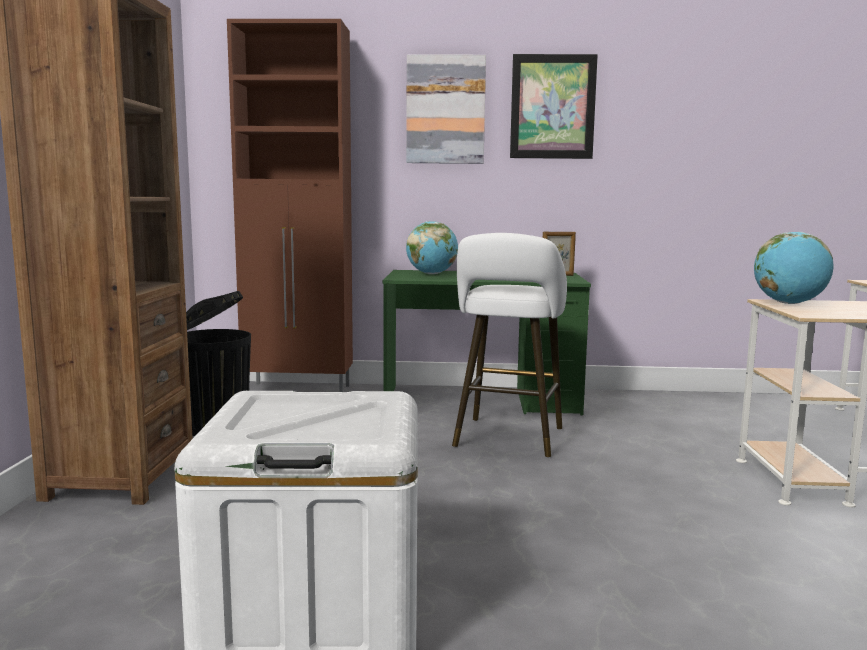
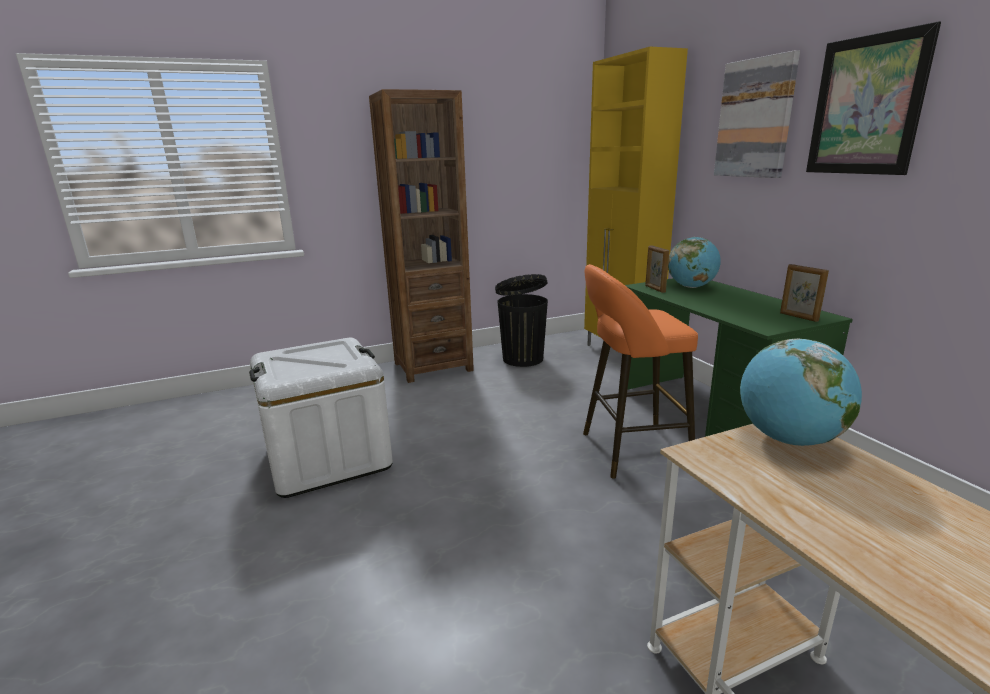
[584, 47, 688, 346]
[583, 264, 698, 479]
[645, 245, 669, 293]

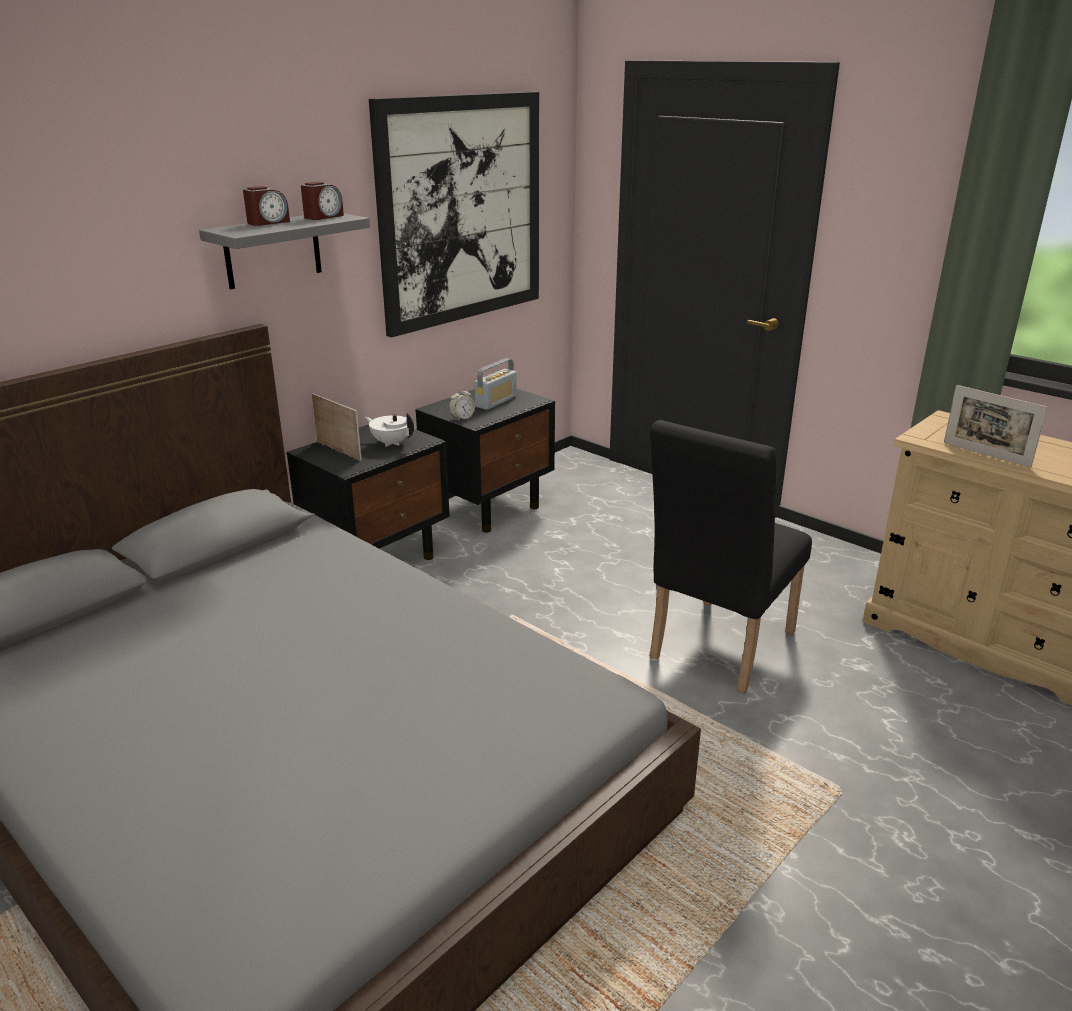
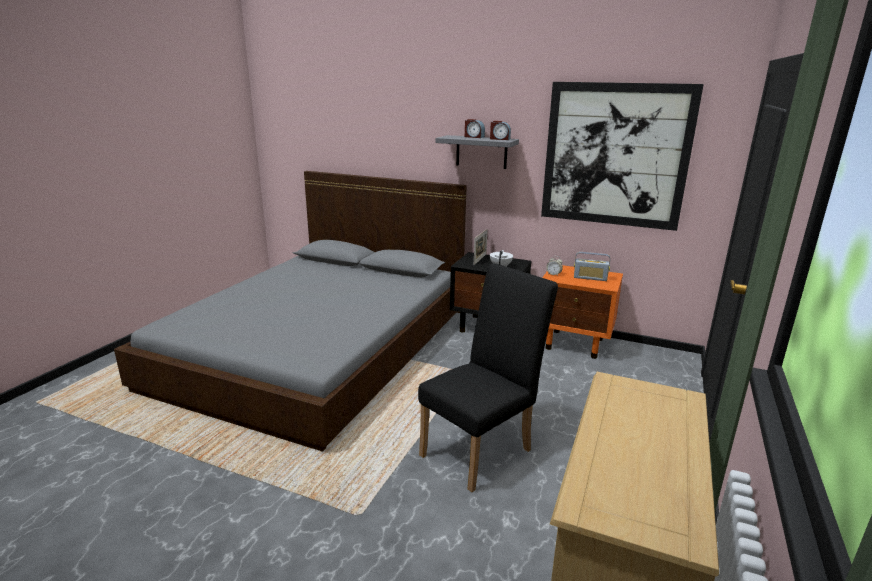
[542, 265, 623, 359]
[418, 263, 558, 492]
[944, 385, 1048, 468] (first image)

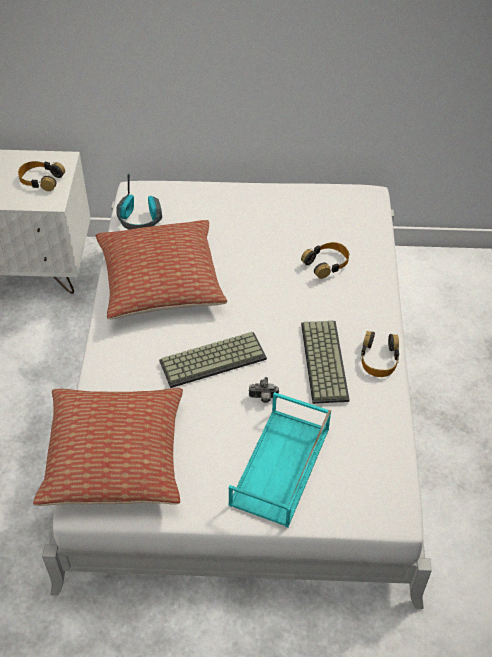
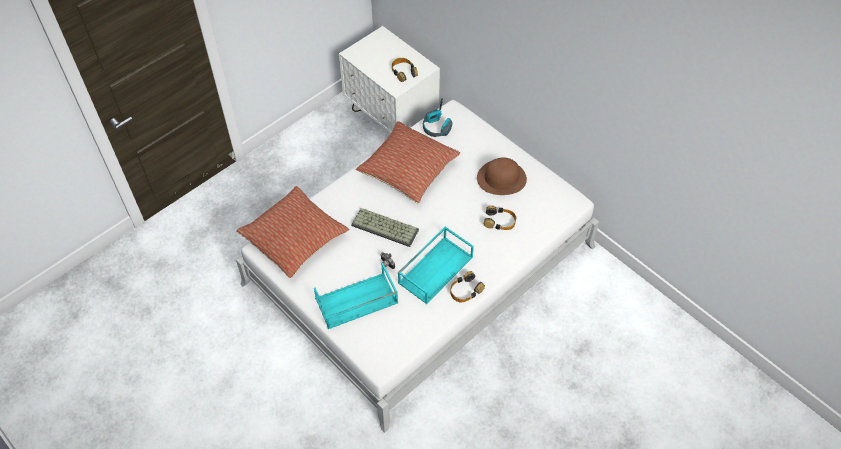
[398, 226, 474, 304]
[477, 158, 527, 195]

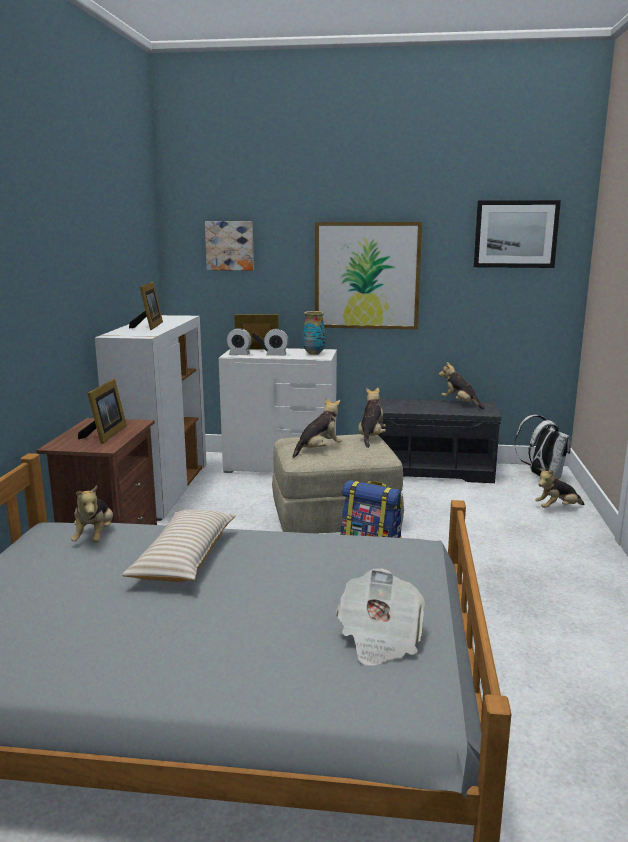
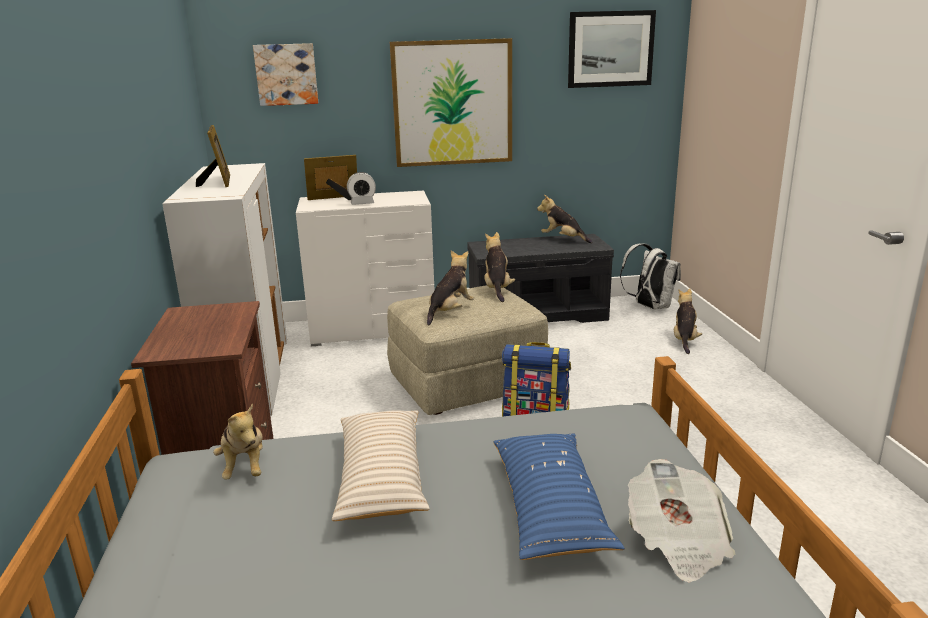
[78, 379, 127, 444] (first image)
[227, 328, 252, 355] (first image)
[302, 311, 326, 355] (first image)
[674, 288, 702, 354]
[493, 434, 625, 560]

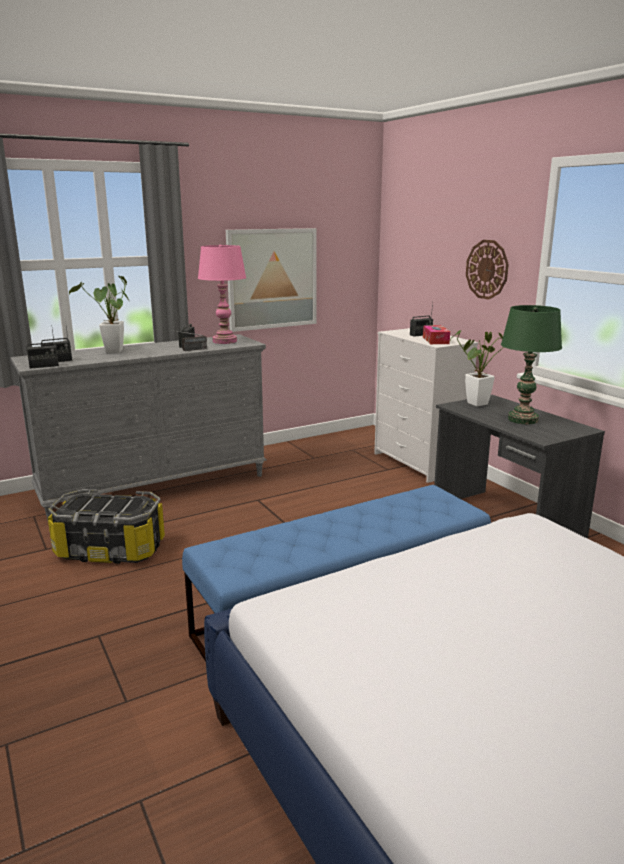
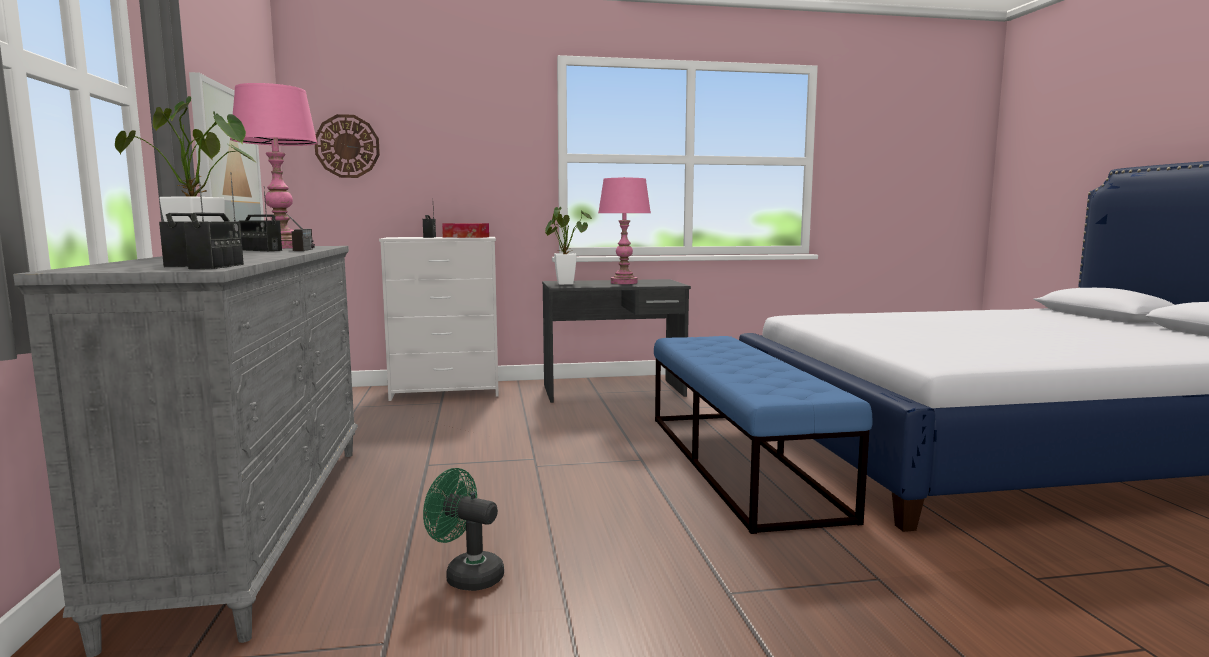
[423, 468, 504, 591]
[315, 114, 380, 178]
[598, 177, 651, 284]

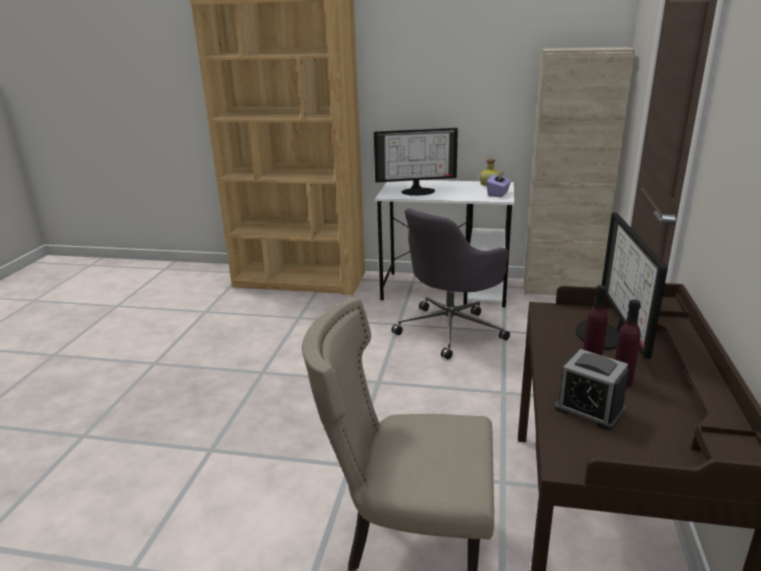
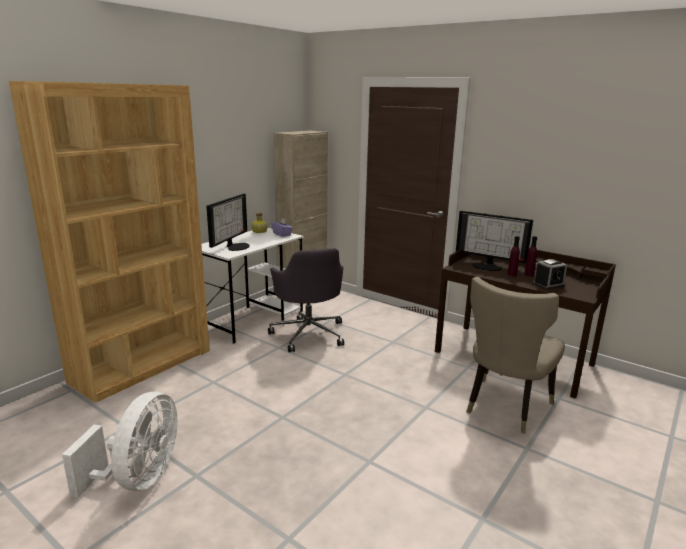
[62, 392, 177, 498]

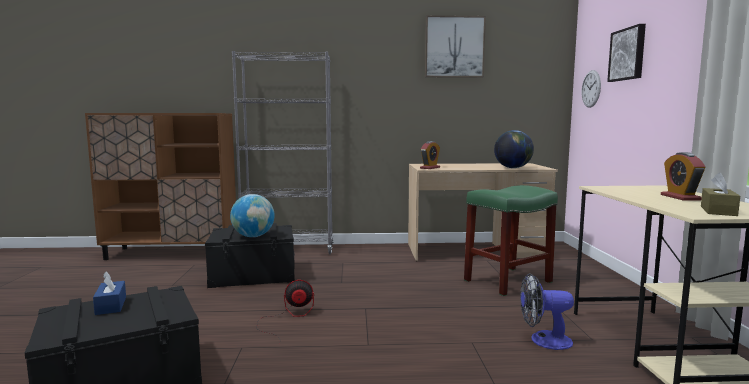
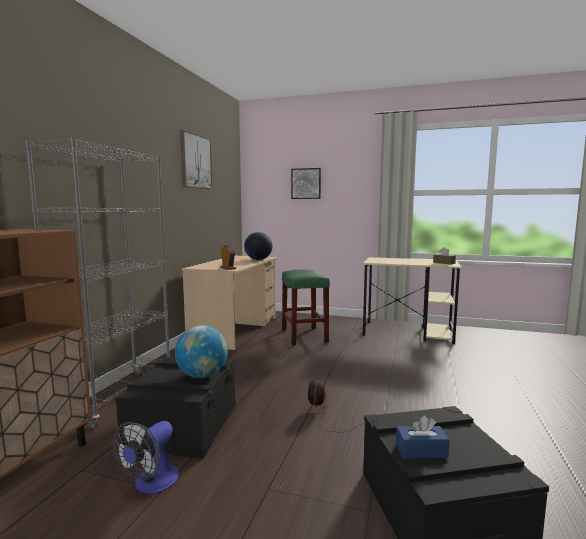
[113, 421, 179, 494]
[582, 70, 601, 108] (first image)
[661, 152, 706, 201] (first image)

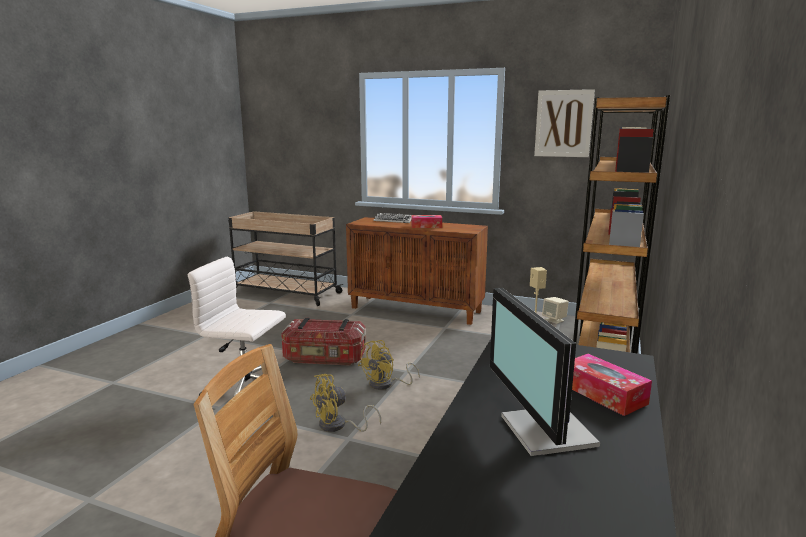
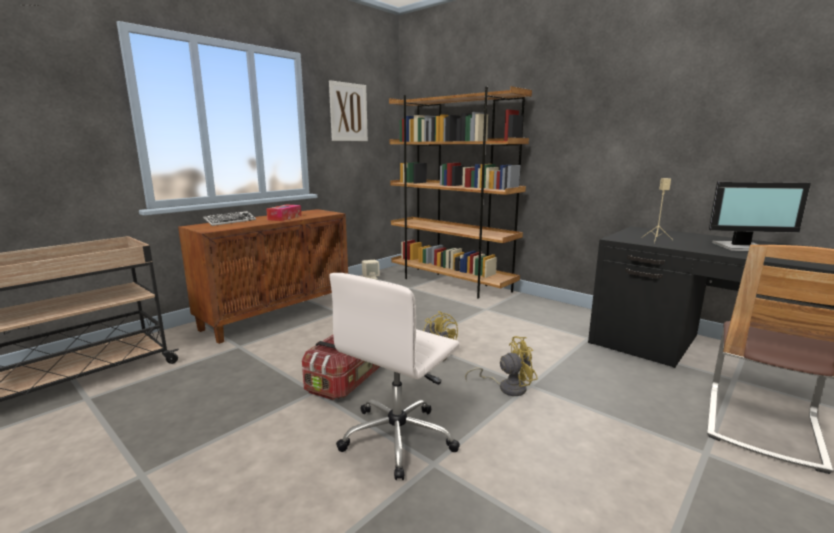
[465, 336, 538, 396]
[572, 354, 652, 416] (first image)

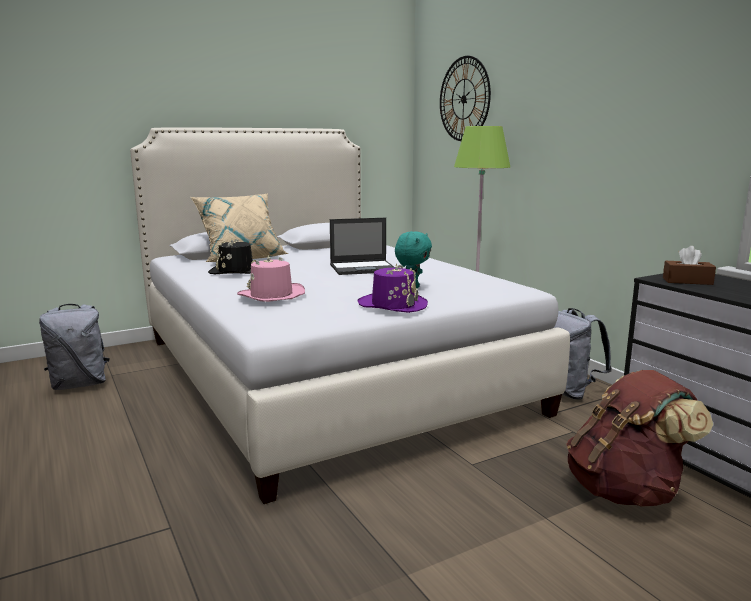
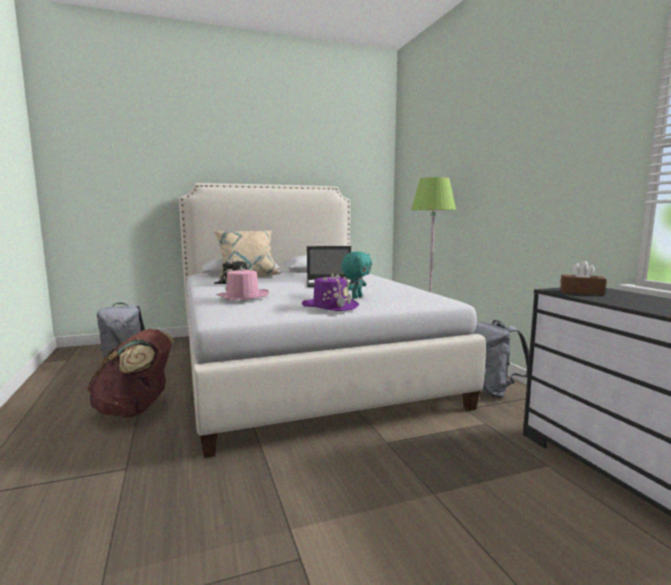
[440, 56, 491, 141] (first image)
[87, 329, 174, 417]

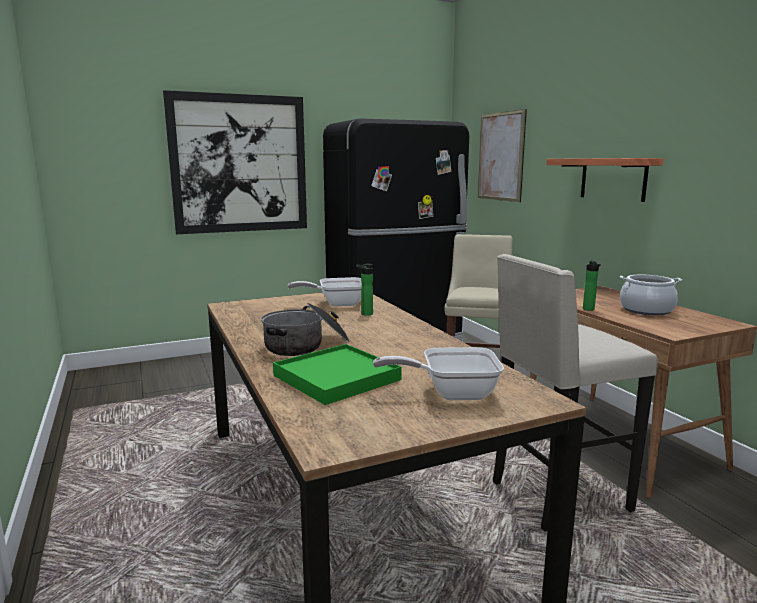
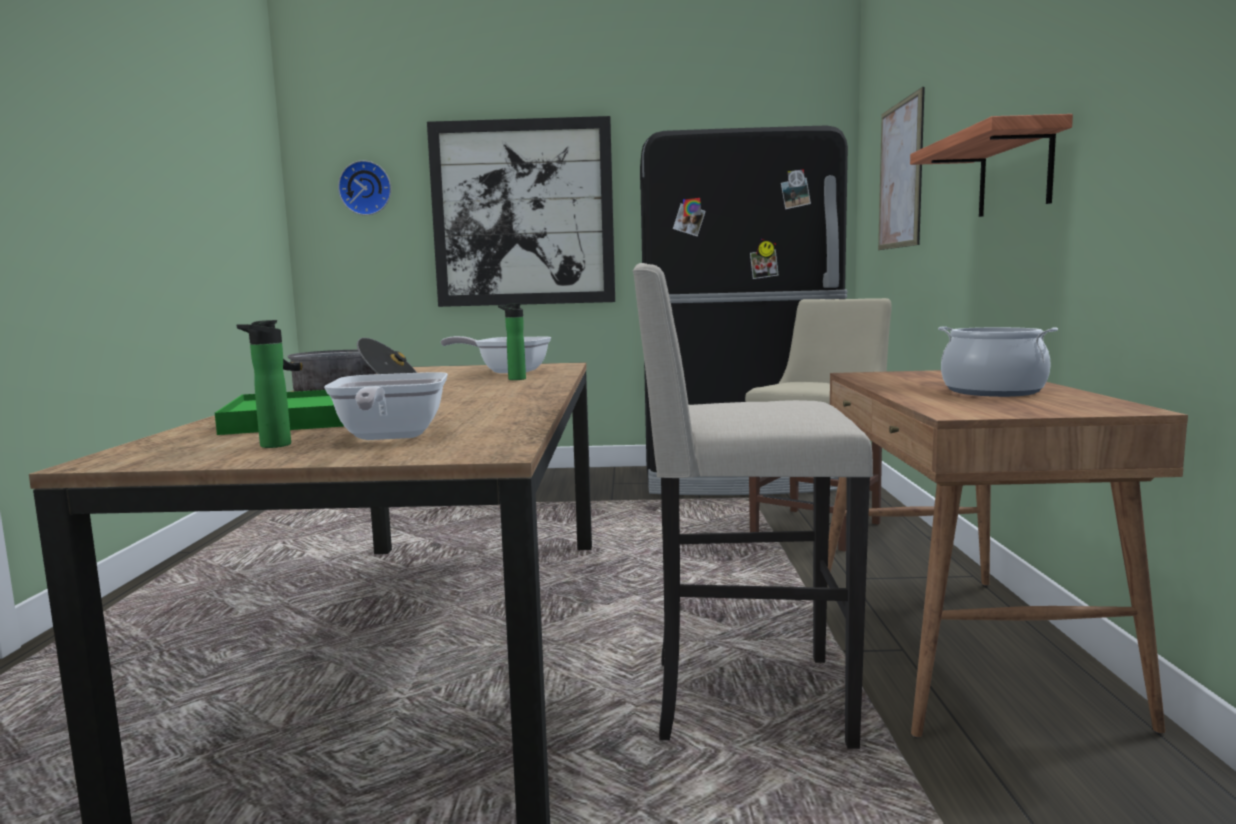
[324, 372, 448, 440]
[237, 320, 291, 448]
[338, 160, 391, 215]

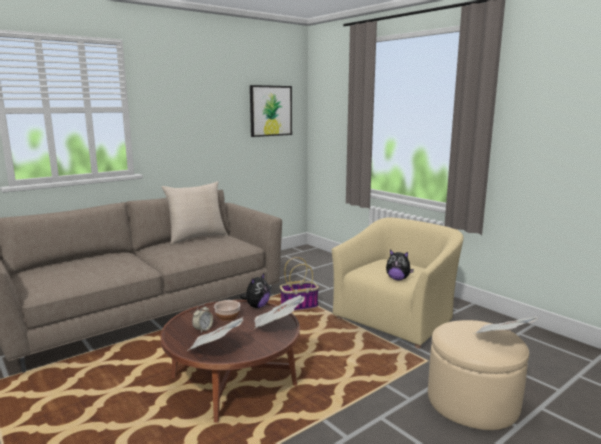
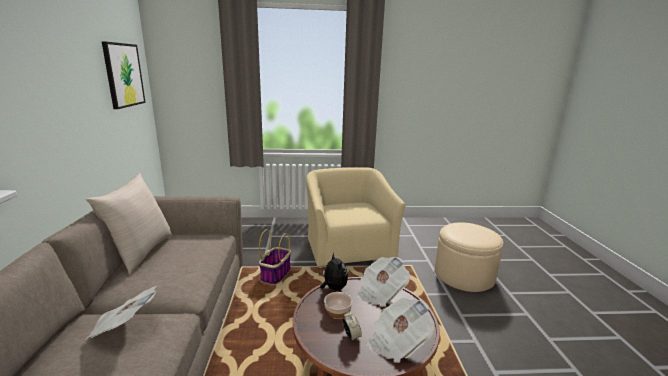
[386, 250, 414, 280] (first image)
[85, 286, 157, 340]

